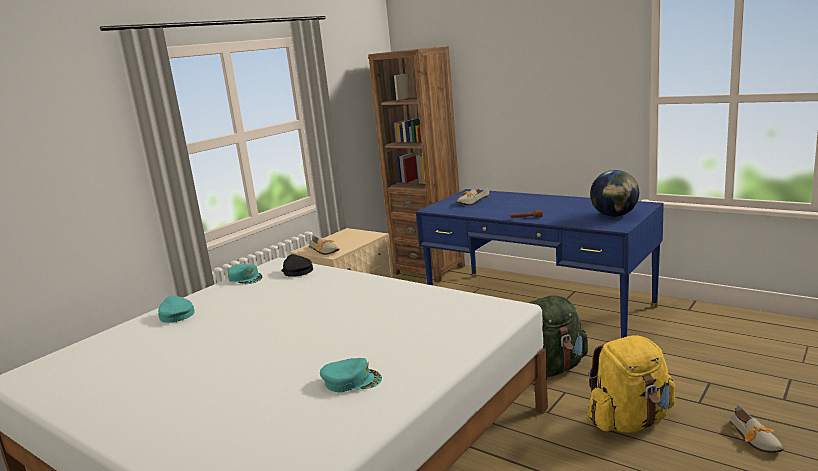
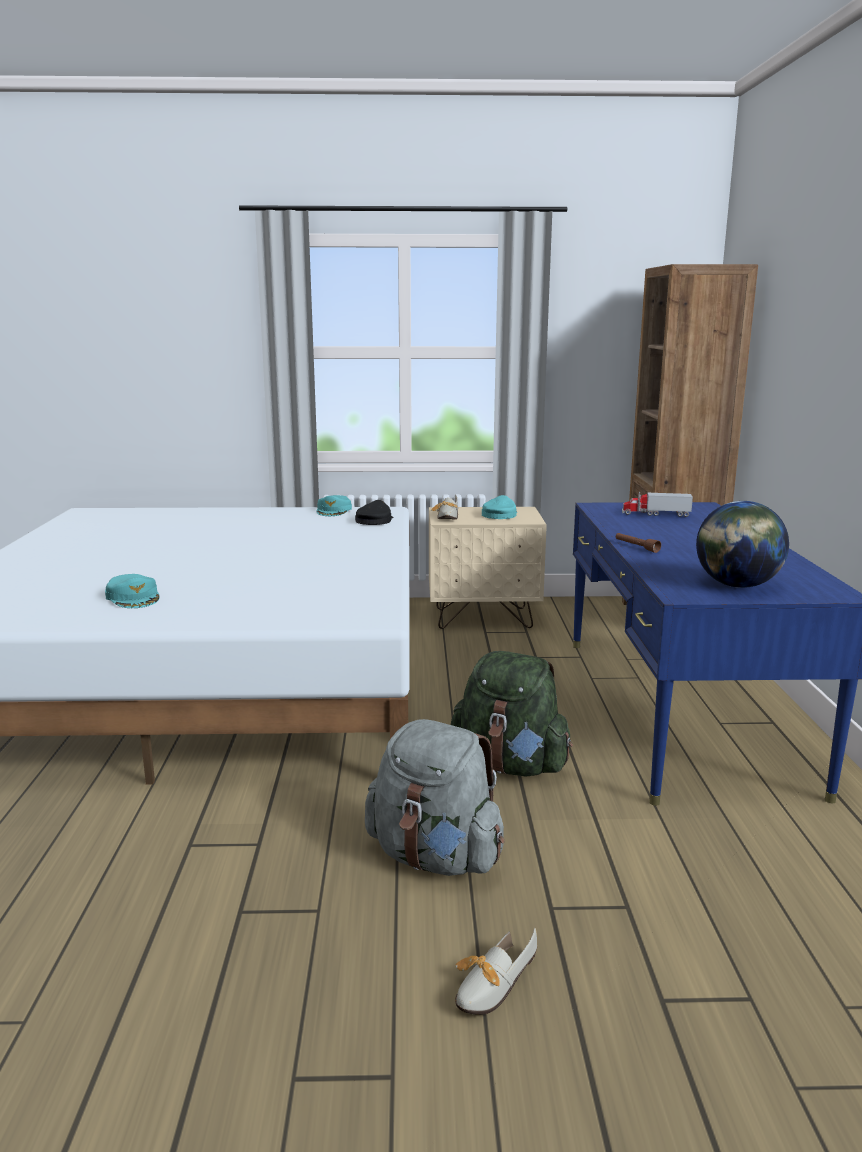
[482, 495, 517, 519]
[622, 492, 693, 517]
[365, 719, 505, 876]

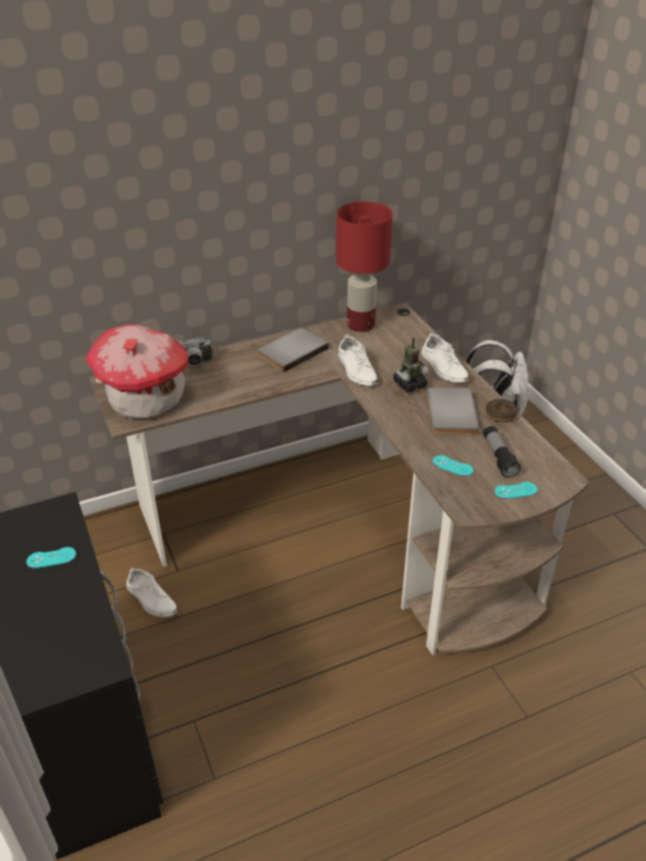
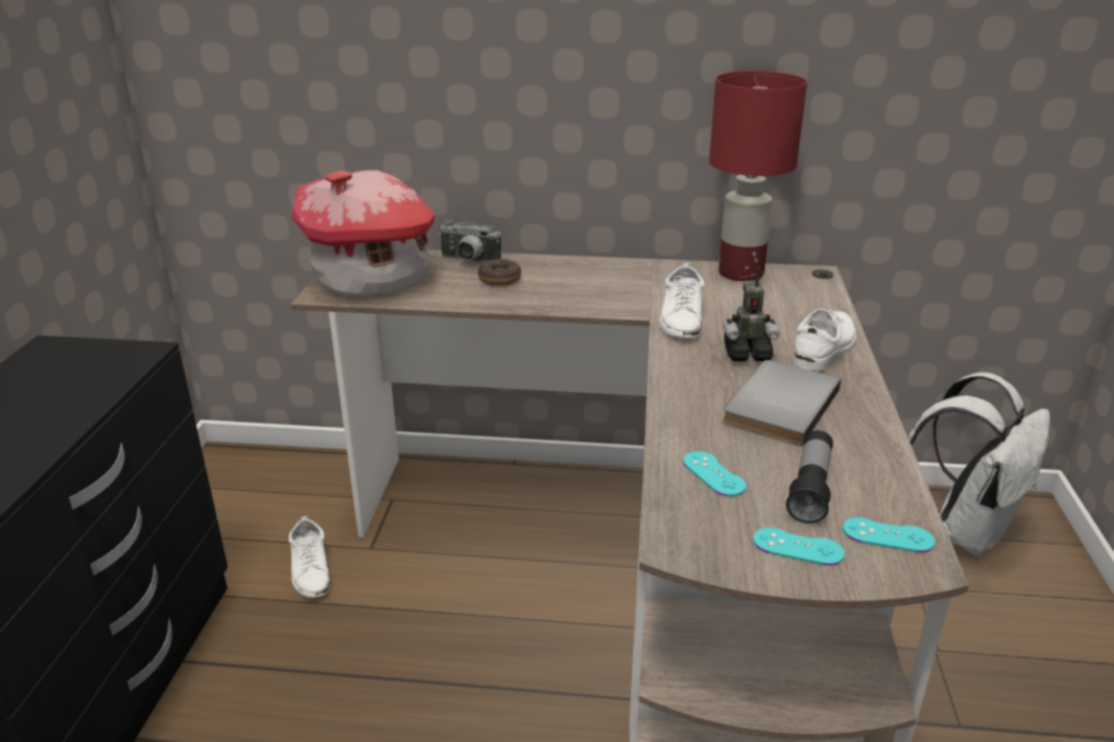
[843, 517, 935, 553]
[257, 328, 329, 372] (first image)
[794, 309, 856, 371]
[478, 259, 521, 286]

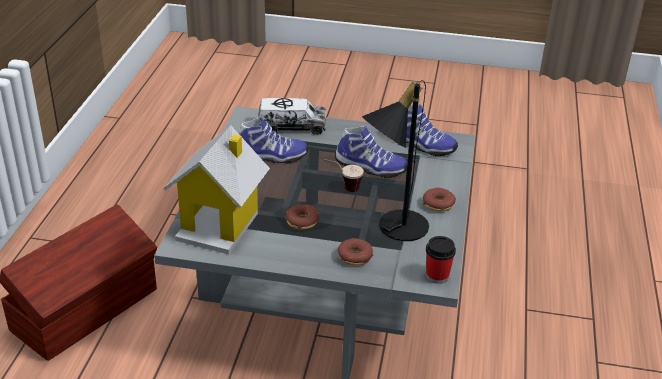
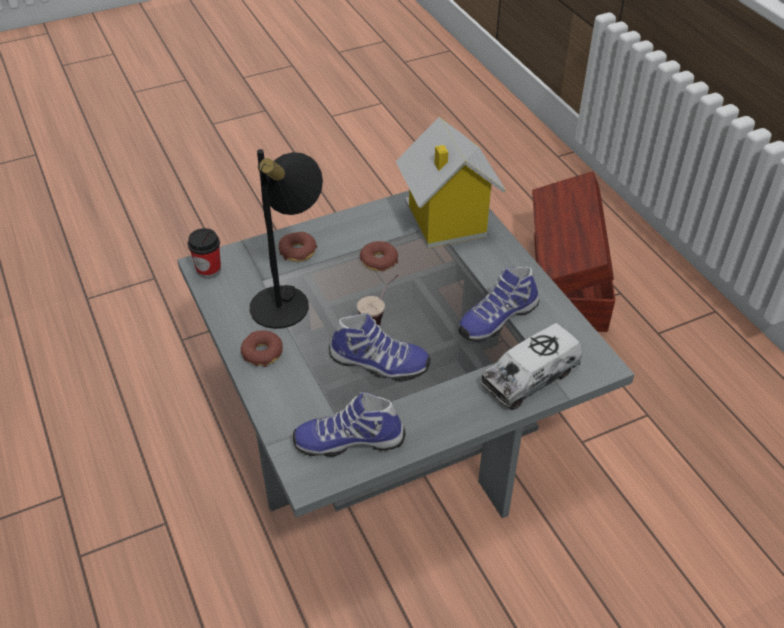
[329, 313, 431, 382]

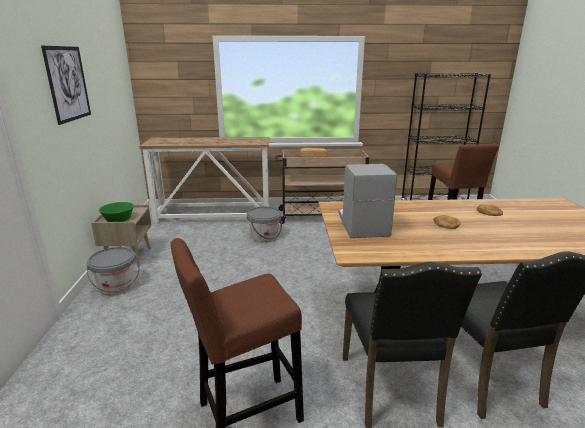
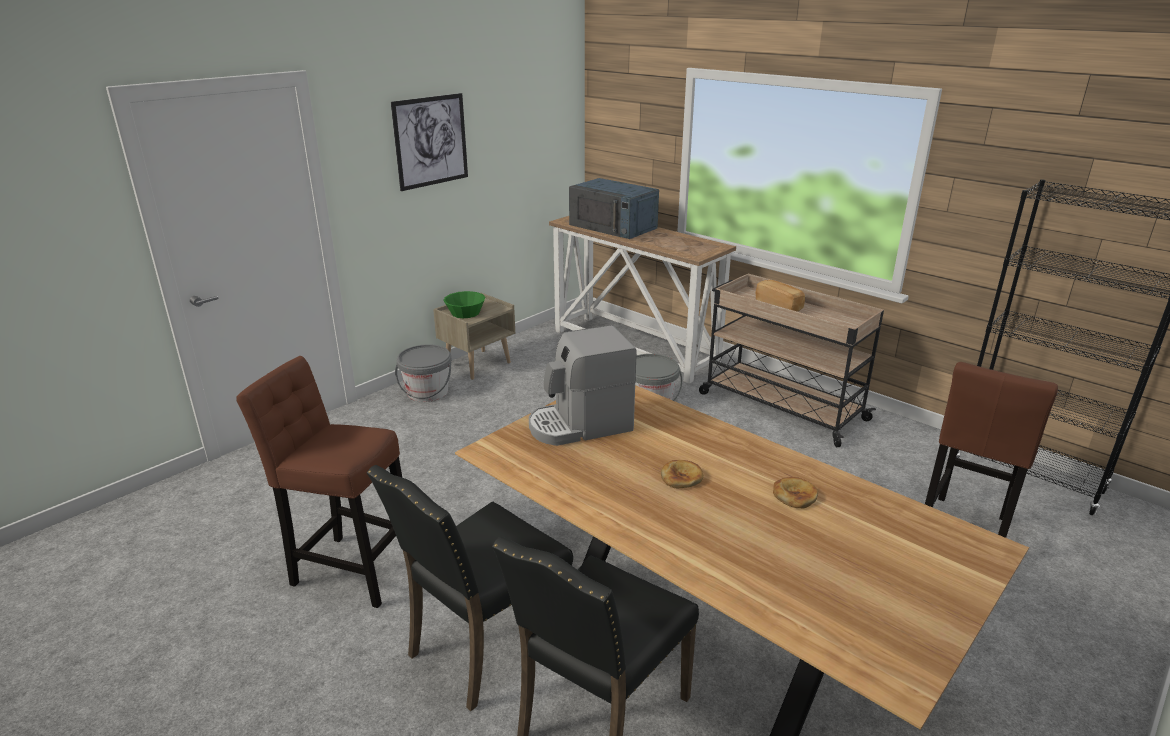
[529, 325, 637, 446]
[569, 178, 659, 239]

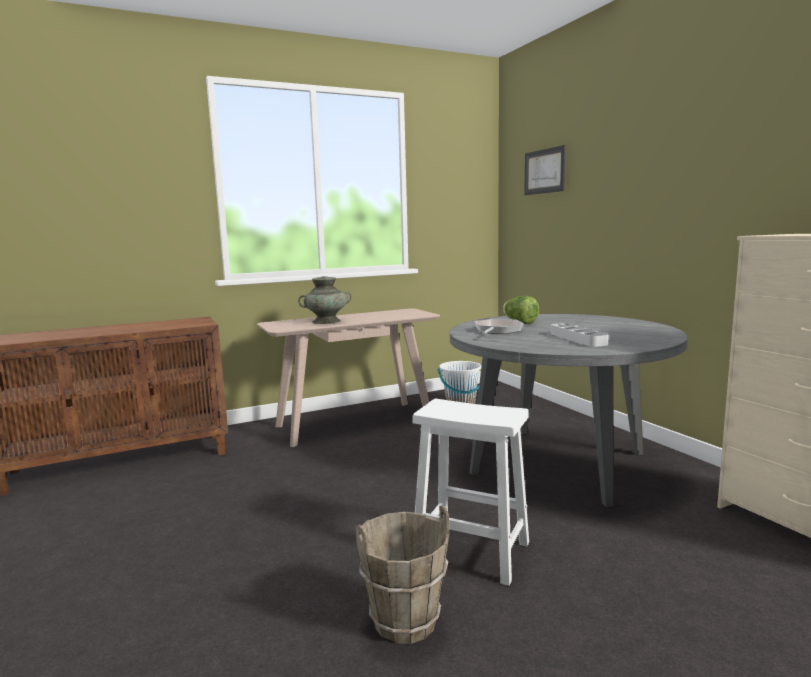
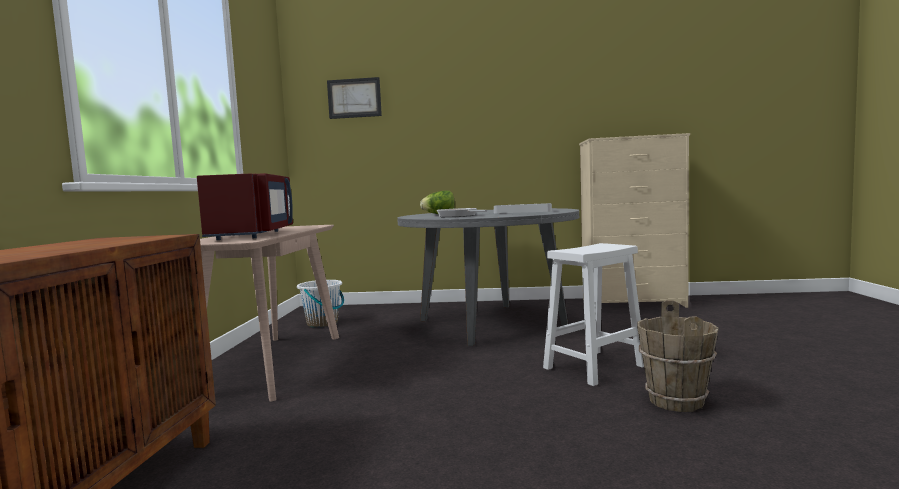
[197, 173, 293, 240]

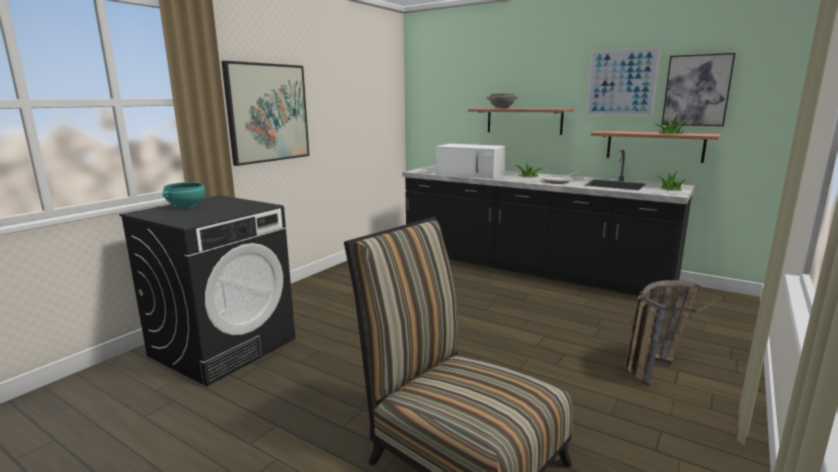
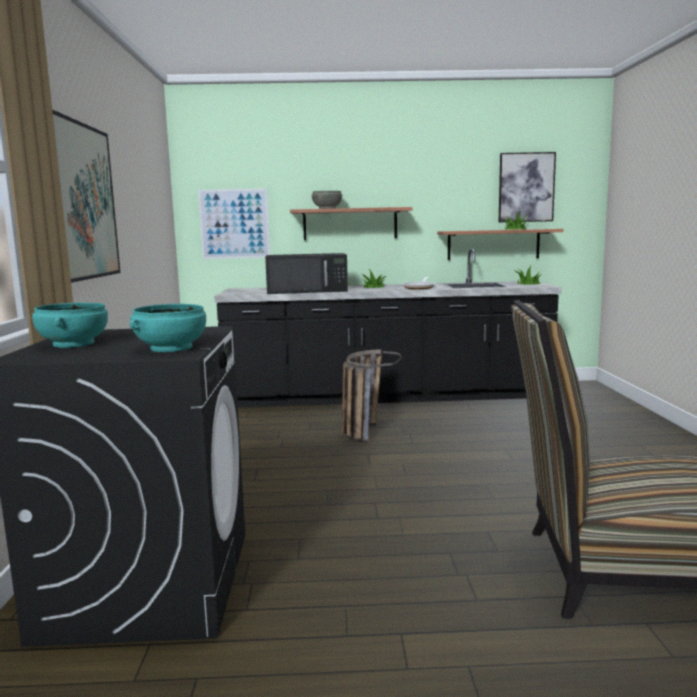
[265, 253, 348, 294]
[198, 188, 270, 259]
[342, 350, 401, 443]
[130, 304, 206, 352]

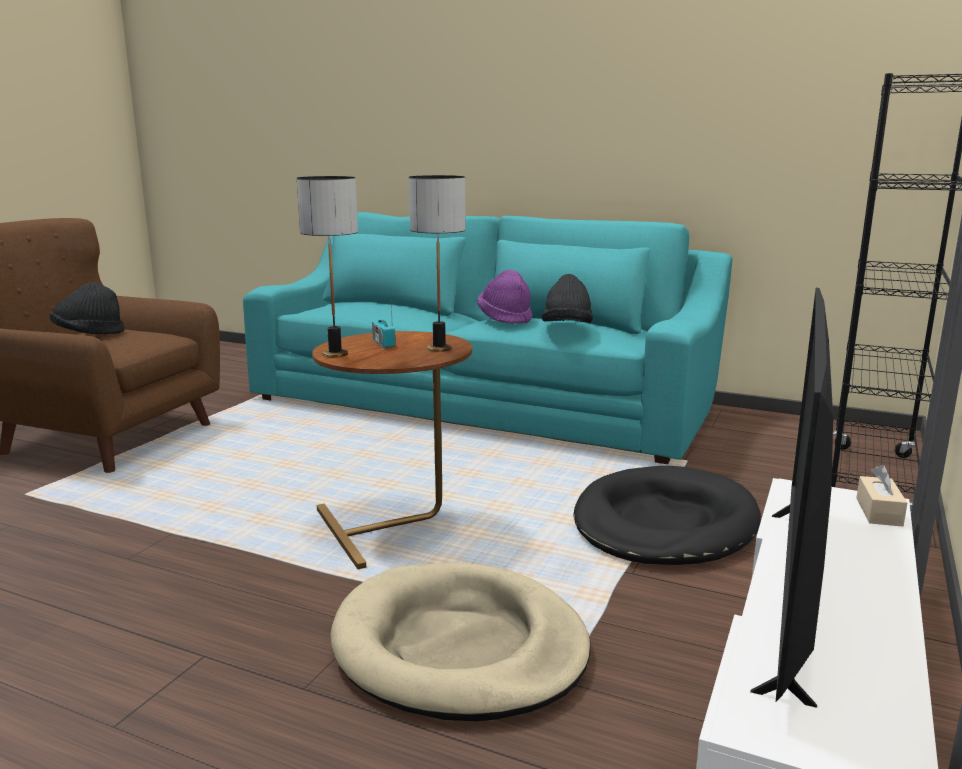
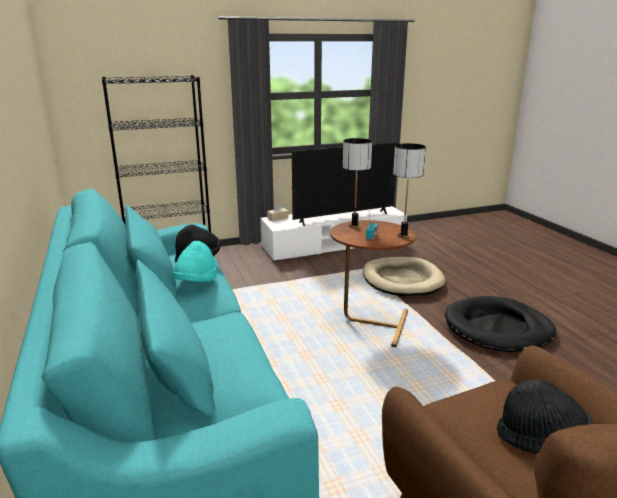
[173, 241, 217, 282]
[445, 296, 556, 352]

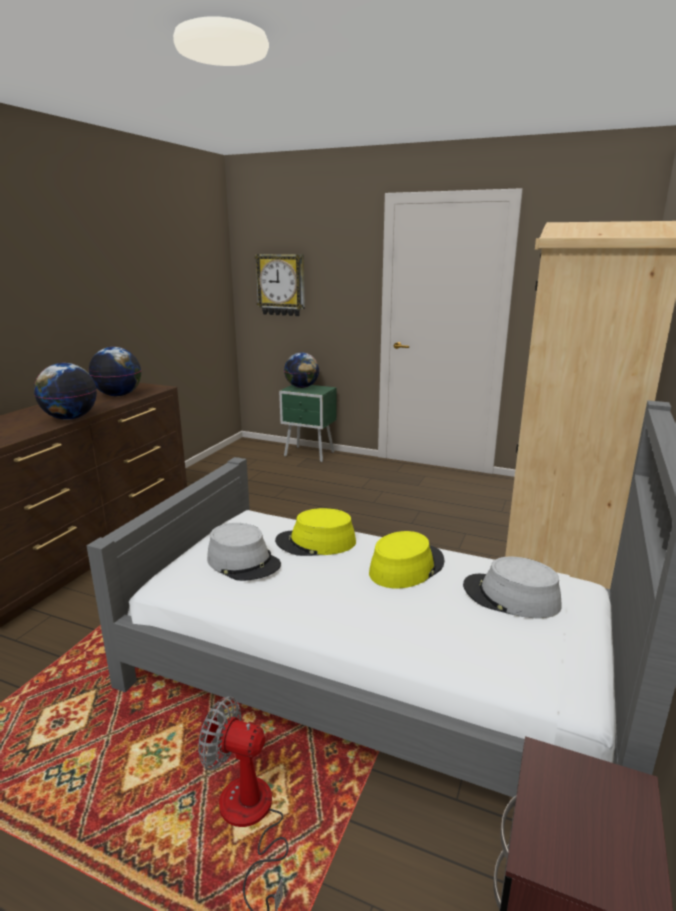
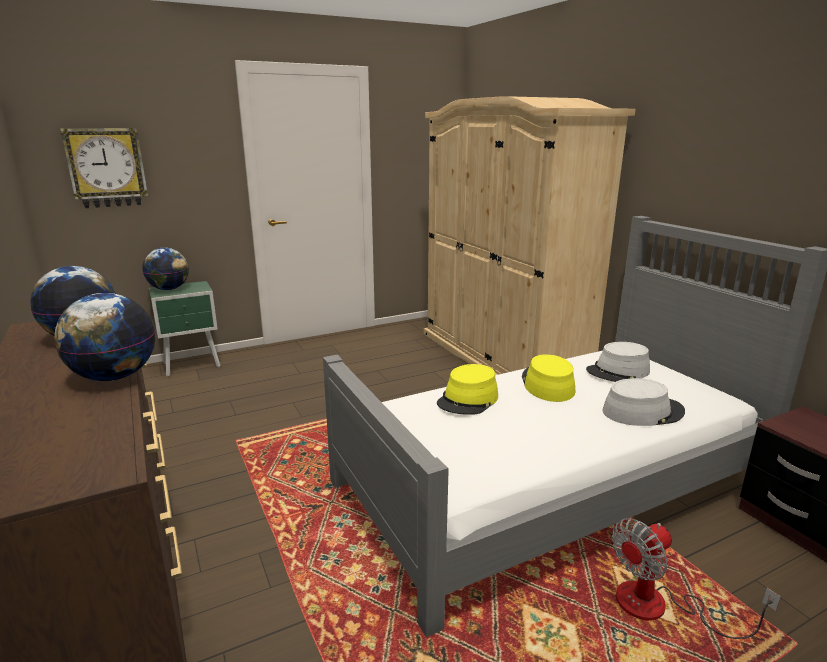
[602, 378, 685, 426]

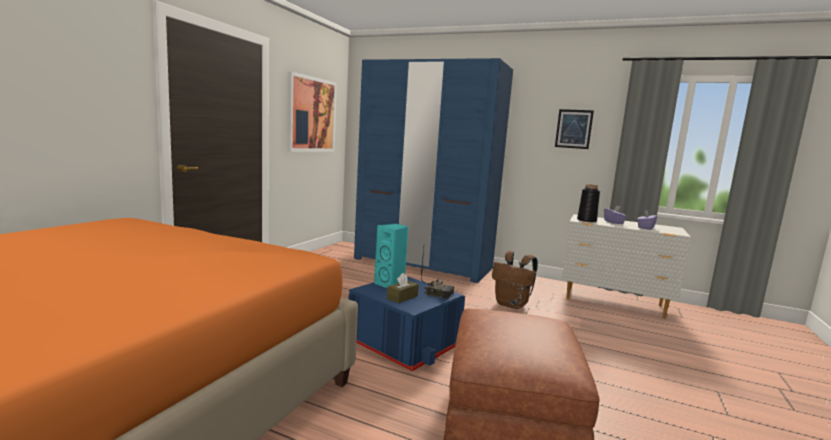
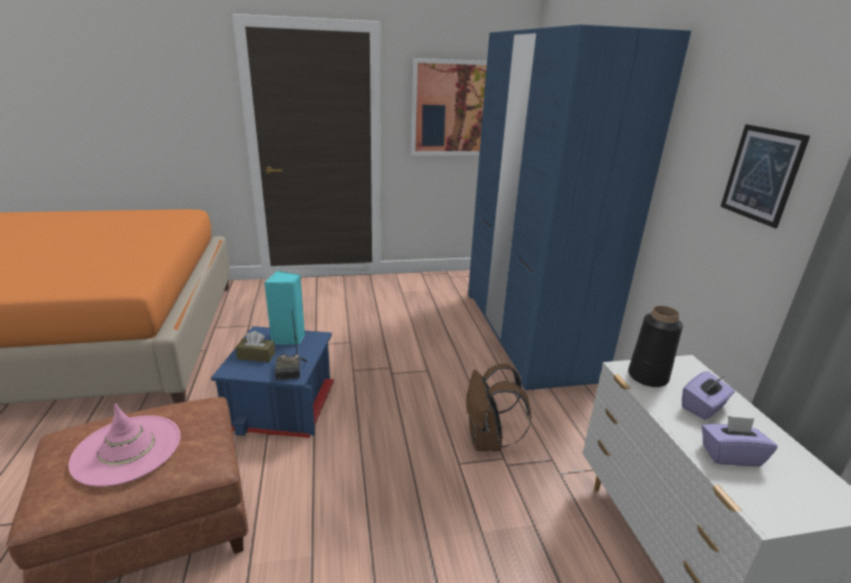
[68, 403, 180, 487]

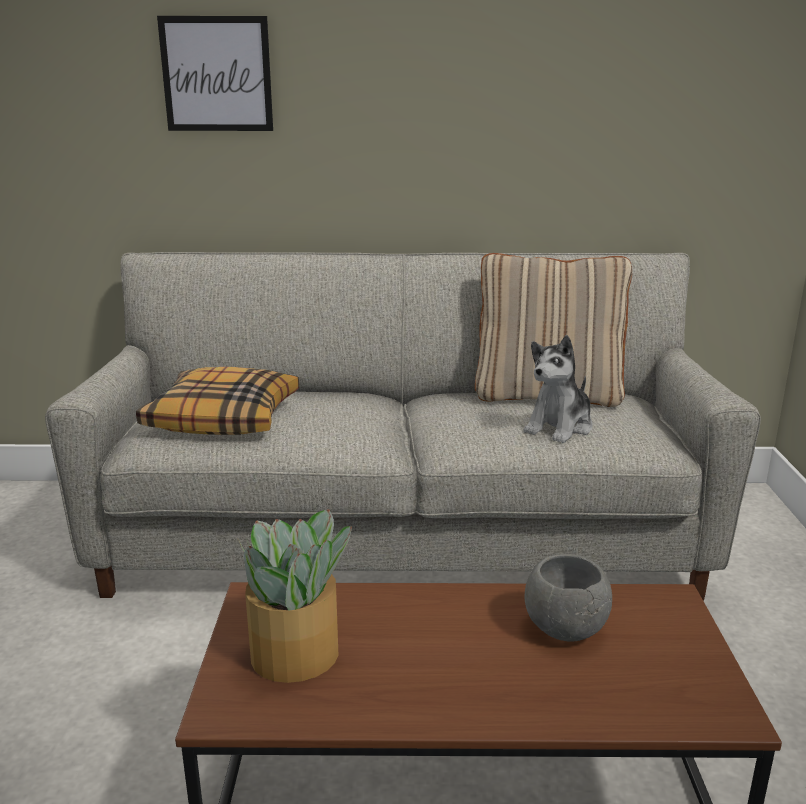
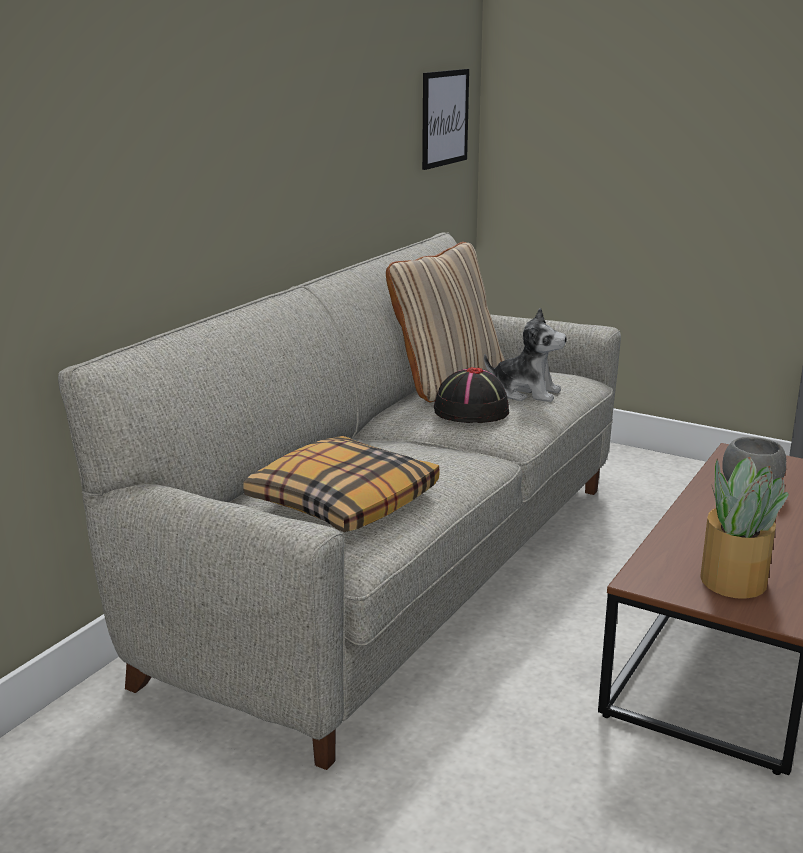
[422, 69, 469, 170]
[484, 308, 567, 402]
[434, 367, 509, 423]

